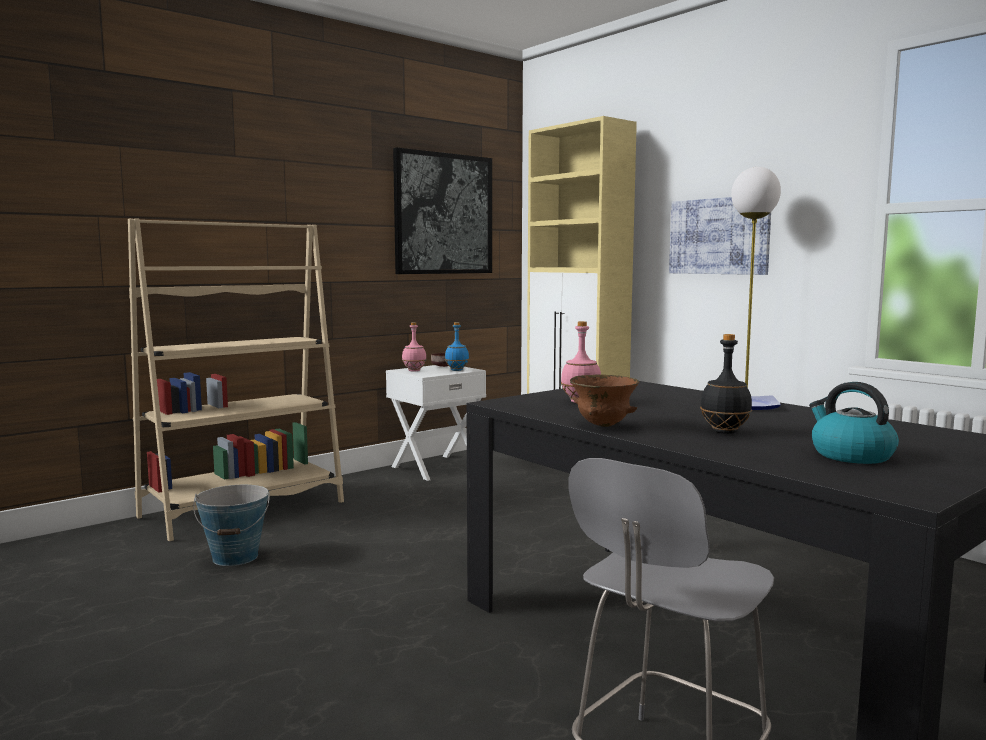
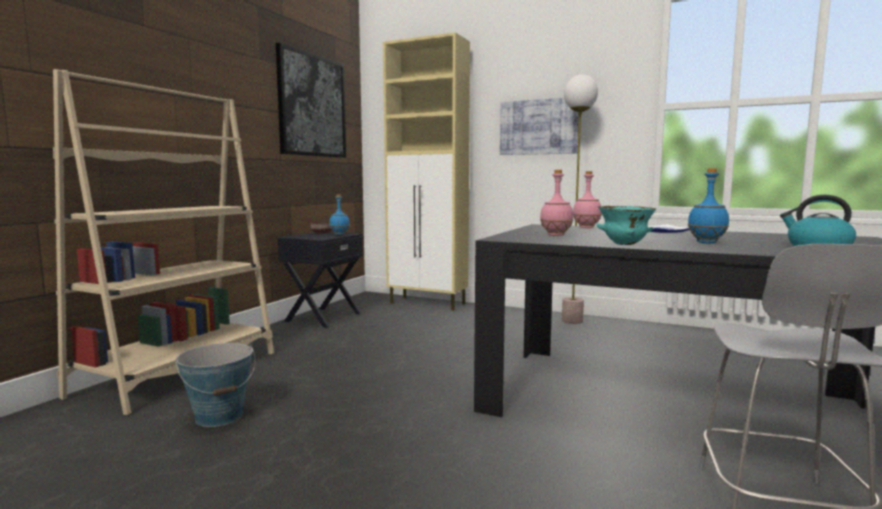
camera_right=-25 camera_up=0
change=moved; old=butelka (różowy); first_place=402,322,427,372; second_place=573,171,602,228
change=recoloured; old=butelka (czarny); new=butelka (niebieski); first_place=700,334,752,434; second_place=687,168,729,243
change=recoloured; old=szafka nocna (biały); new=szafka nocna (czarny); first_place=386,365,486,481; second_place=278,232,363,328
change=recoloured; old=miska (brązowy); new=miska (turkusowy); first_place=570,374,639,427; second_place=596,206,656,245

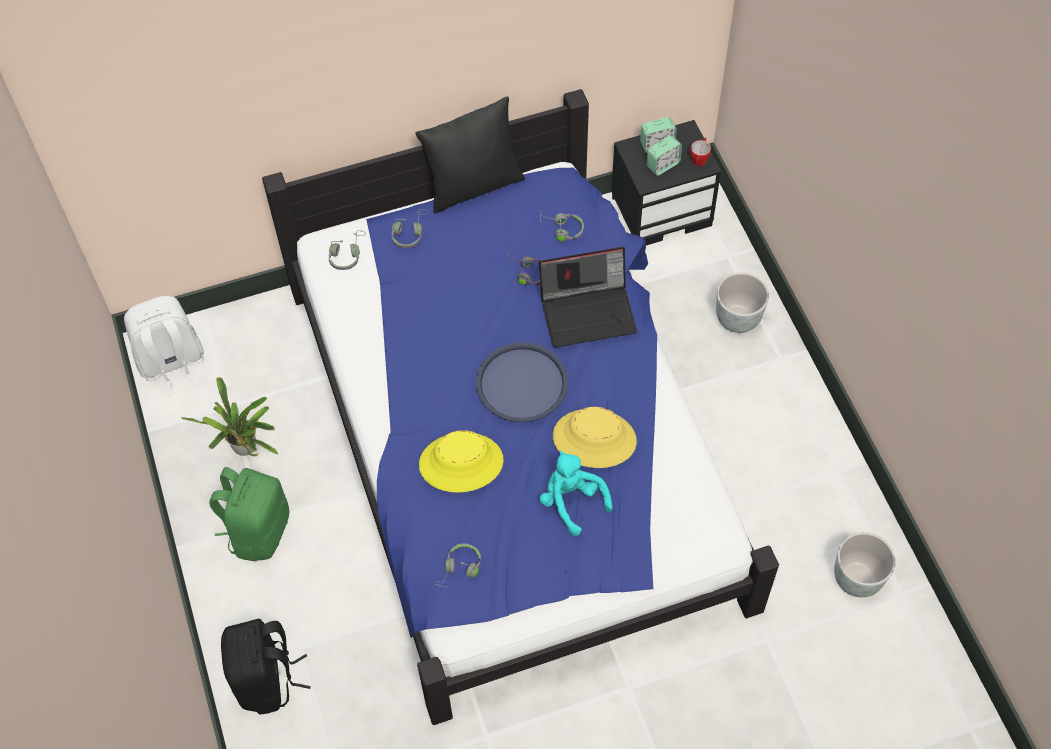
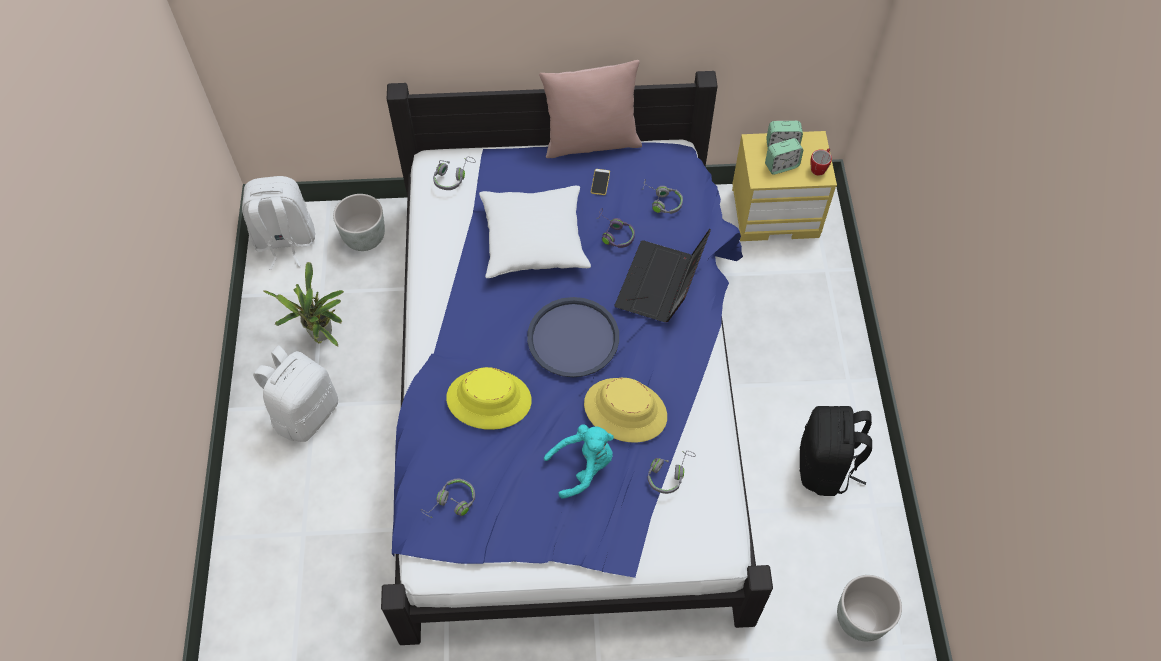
camera_right=15 camera_up=0
change=recoloured; old=poduszka (czarny); new=poduszka (różowy); first_place=415,96,525,213; second_place=539,60,642,158
change=recoloured; old=szafka nocna (czarny); new=szafka nocna (żółty); first_place=611,120,722,245; second_place=732,131,837,241
change=moved; old=słuchawki (szary); first_place=391,209,428,248; second_place=648,451,696,494
change=turned; old=laptop; first_place=539,247,637,347; second_place=614,229,711,322; degrees=105
change=moved; old=donica (szary); first_place=716,273,769,333; second_place=333,194,385,251
change=turned; old=pluszak (turkusowy); first_place=539,451,613,536; second_place=544,424,614,499; degrees=90
change=recoloured; old=plecak (zielony); new=plecak (biały); first_place=209,467,289,561; second_place=253,345,338,442
change=moved; old=plecak (czarny); first_place=221,619,311,715; second_place=800,406,872,496
change=added; new=telefon; second_place=591,169,610,195
change=added; new=poduszka (biały); second_place=479,186,591,278

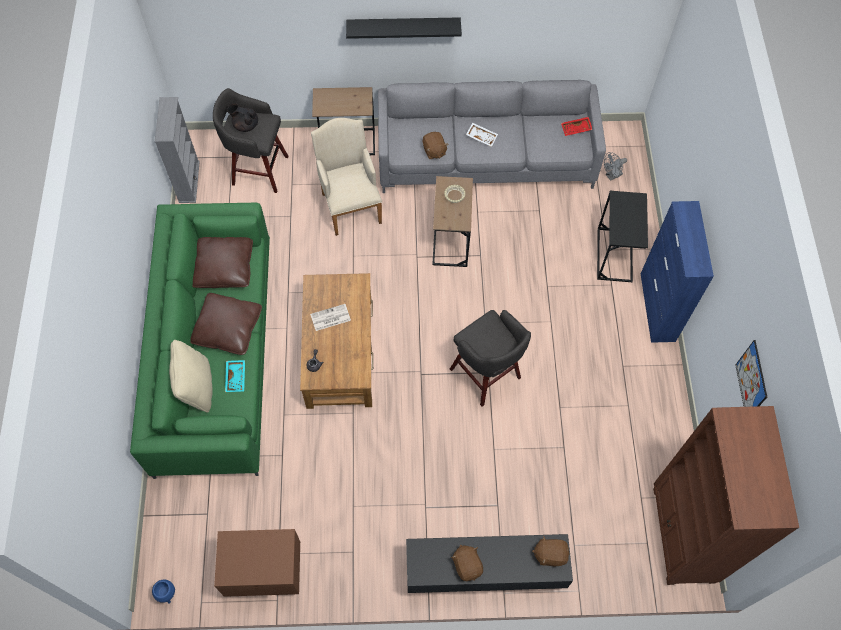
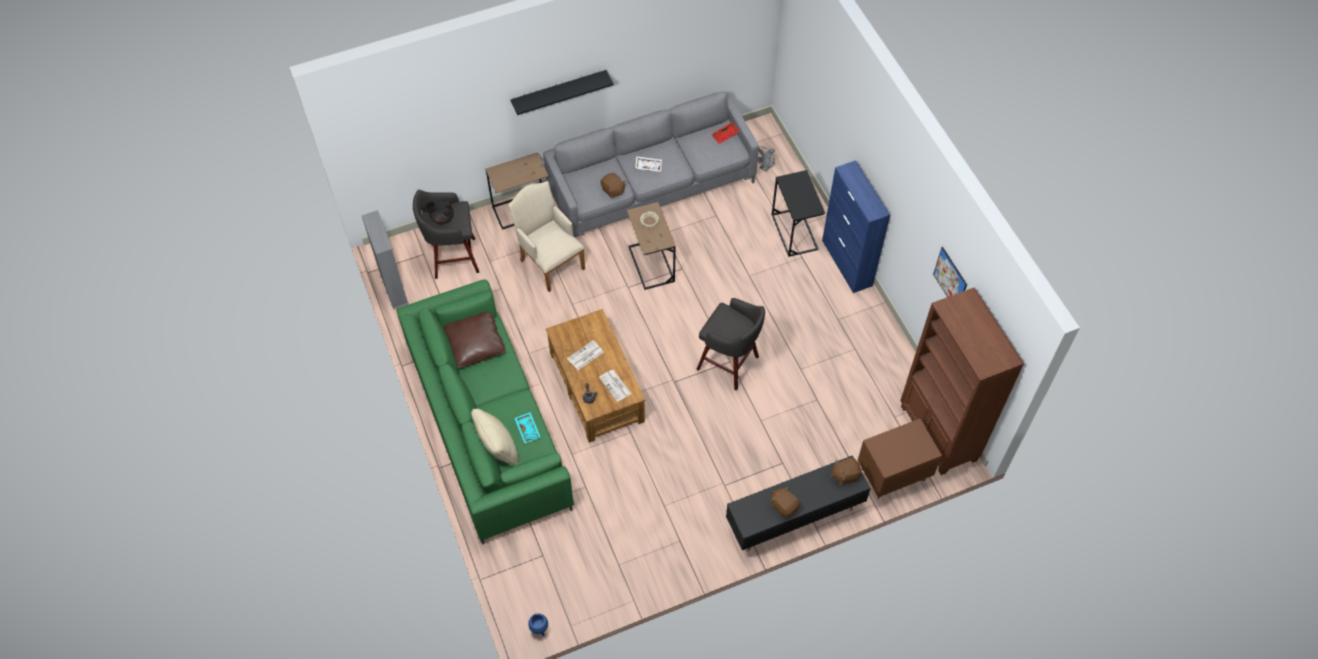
camera_right=-20 camera_up=-5
change=removed; old=poduszka (brązowy); first_place=190,293,262,355
change=moved; old=szafka nocna (brązowy); first_place=214,529,300,597; second_place=858,419,942,499
change=added; new=gazeta; second_place=599,370,631,402

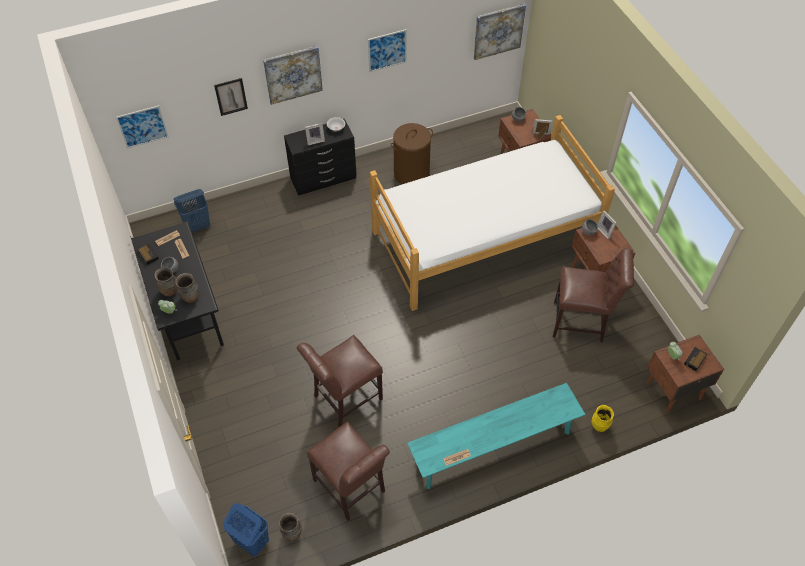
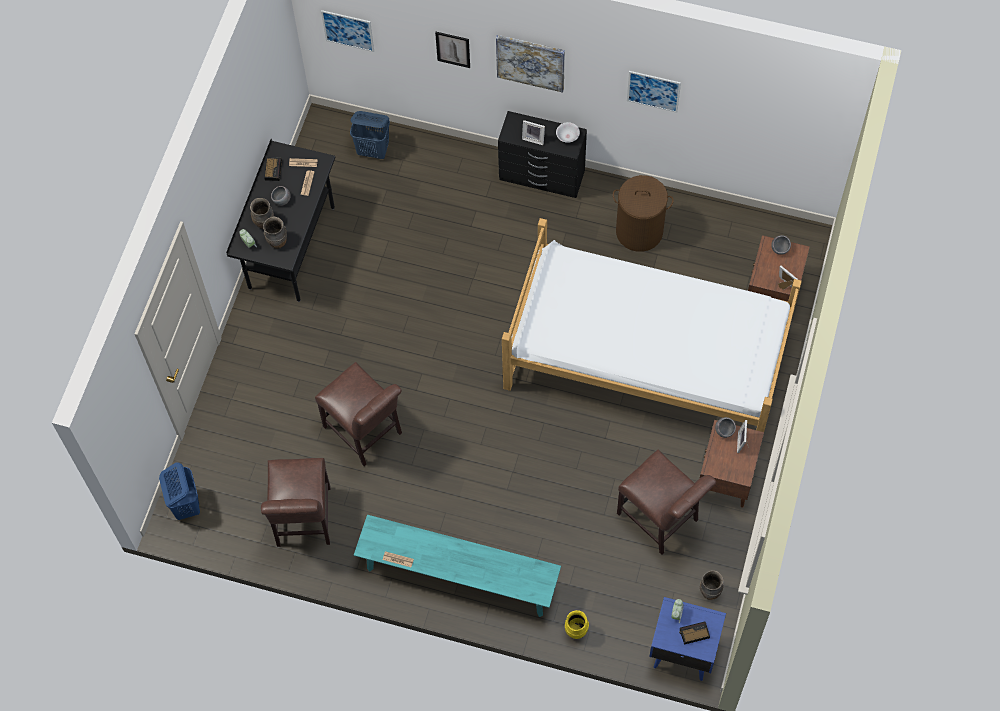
camera_right=40 camera_up=10
change=removed; old=obraz; first_place=473,4,526,60
change=turned; old=krzesło (brązowy); first_place=297,335,383,427; second_place=315,362,402,466; degrees=-135
change=recoloured; old=szafka nocna (brązowy); new=szafka nocna (niebieski); first_place=646,335,724,413; second_place=649,597,726,681
change=moved; old=wazon (brązowy); first_place=279,513,302,541; second_place=700,570,724,600

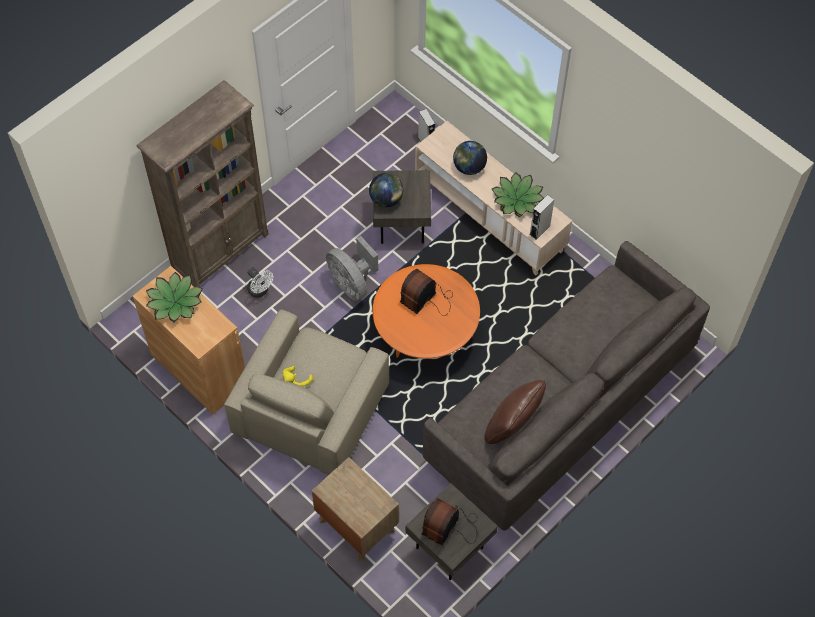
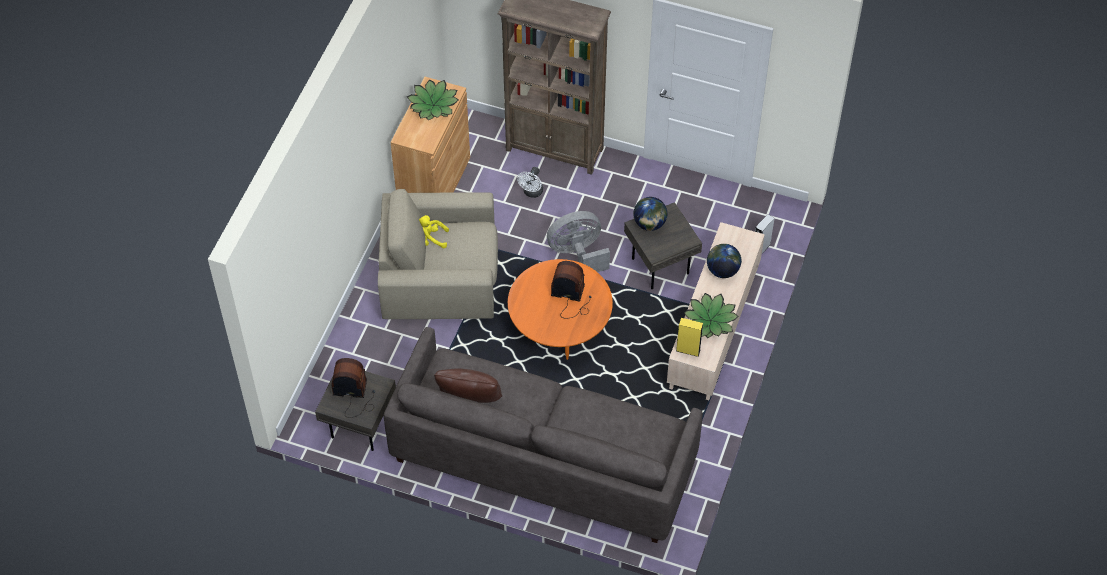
camera_right=65 camera_up=-5
change=recoloured; old=głośnik (szary); new=głośnik (żółty); first_place=529,195,554,240; second_place=676,318,703,357
change=turned; old=wentylator (szary); first_place=326,236,378,301; second_place=547,211,610,272; degrees=45
change=removed; old=szafka nocna (brązowy); first_place=312,457,399,562

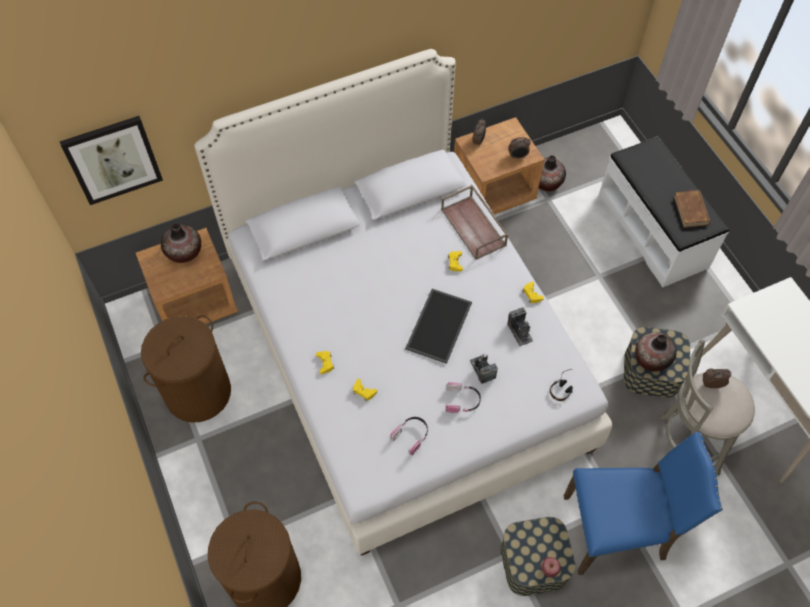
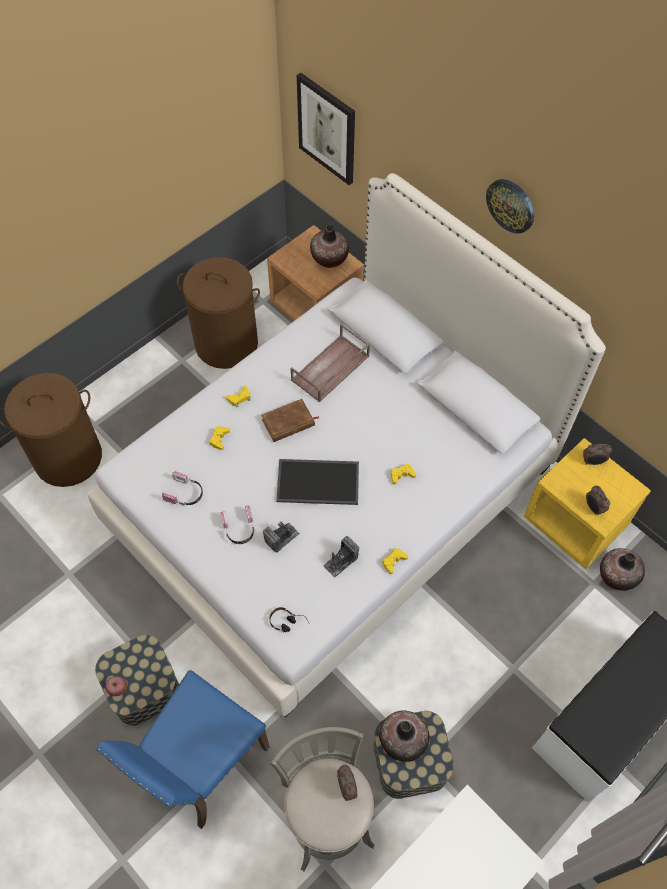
camera_right=70 camera_up=0
change=recoloured; old=szafka nocna (brązowy); new=szafka nocna (żółty); first_place=454,117,544,215; second_place=524,438,651,569
change=moved; old=taca (brązowy); first_place=441,185,508,260; second_place=291,323,370,402
change=moved; old=książka (brązowy); first_place=674,189,710,228; second_place=261,399,319,442
change=turned; old=krzesło (niebieski); first_place=563,432,723,575; second_place=96,670,270,829; degrees=60
change=added; new=zegar ścienny; second_place=486,179,534,234

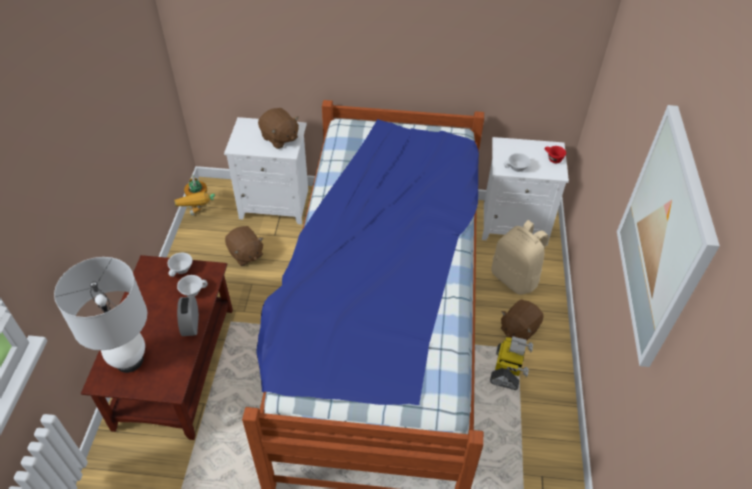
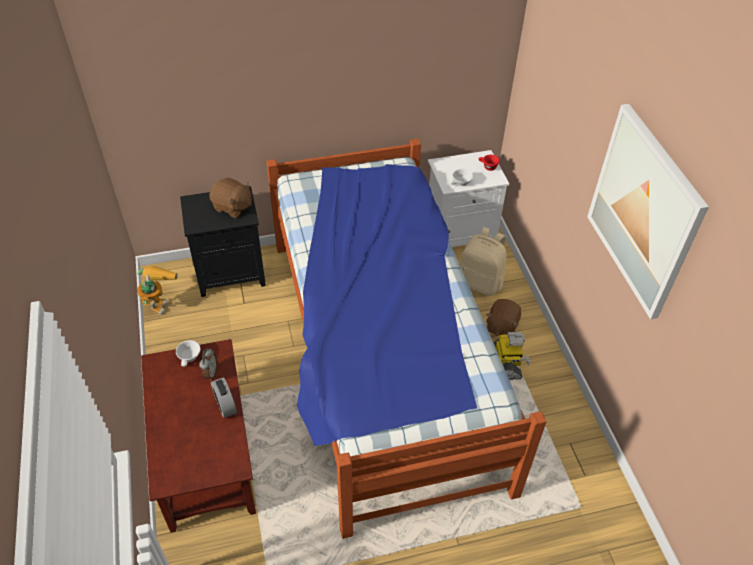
camera_right=-20 camera_up=0
change=recoloured; old=szafka nocna (biały); new=szafka nocna (czarny); first_place=224,117,308,225; second_place=180,186,266,297
change=turned; old=robot zabawkowy; first_place=174,175,215,216; second_place=137,266,178,315; degrees=-135
change=removed; old=pluszak (brązowy); first_place=225,226,263,266
change=removed; old=lampa stołowa (biały); first_place=54,257,147,373
change=replaced; old=filiżanka (biały); new=budzik; first_place=177,275,208,297; second_place=199,348,217,381

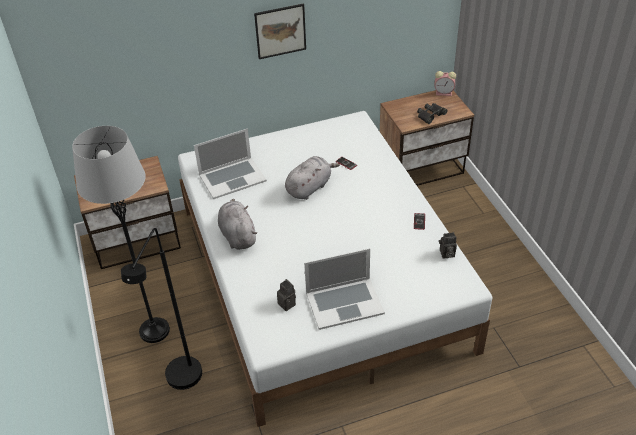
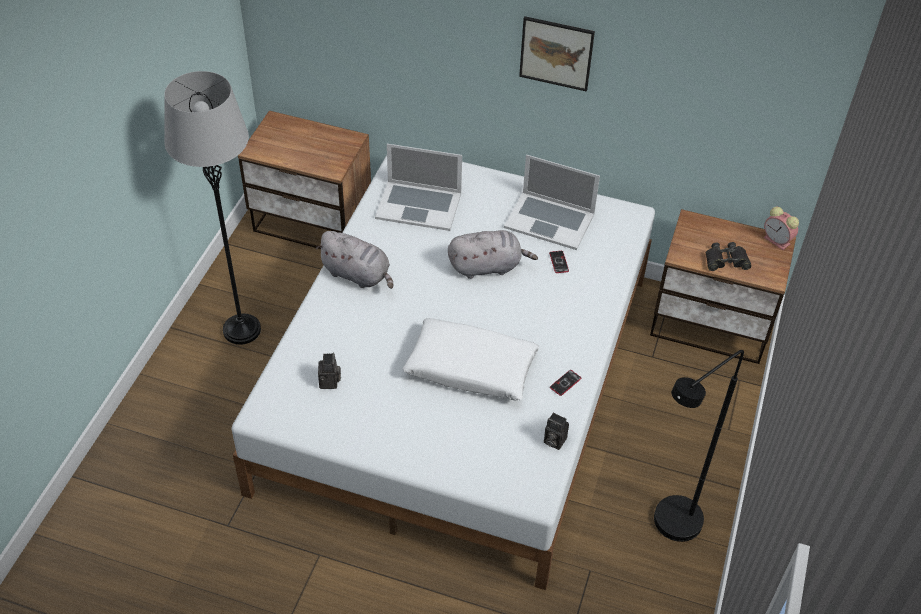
camera_right=35 camera_up=5
change=turned; old=pluszak (szary); first_place=218,199,257,250; second_place=316,231,393,289; degrees=105
change=moved; old=lampa stojąca (czarny); first_place=121,228,202,390; second_place=654,350,744,542
change=moved; old=laptop; first_place=304,248,385,330; second_place=504,155,600,250
change=added; new=poduszka (biały); second_place=402,318,539,401

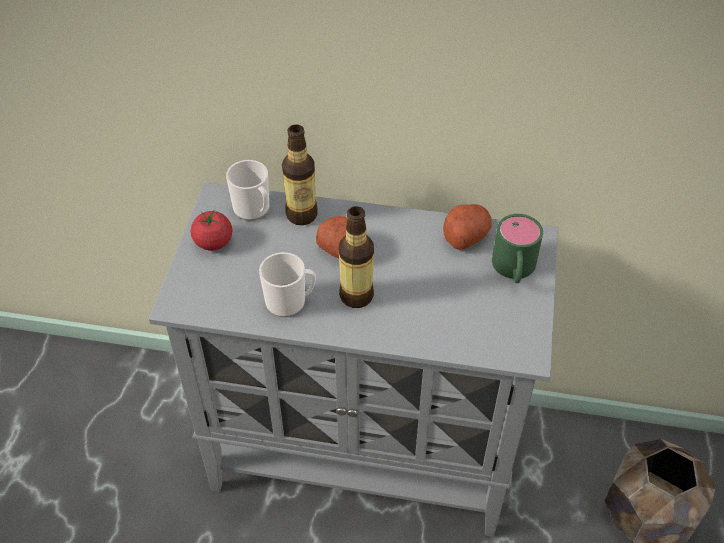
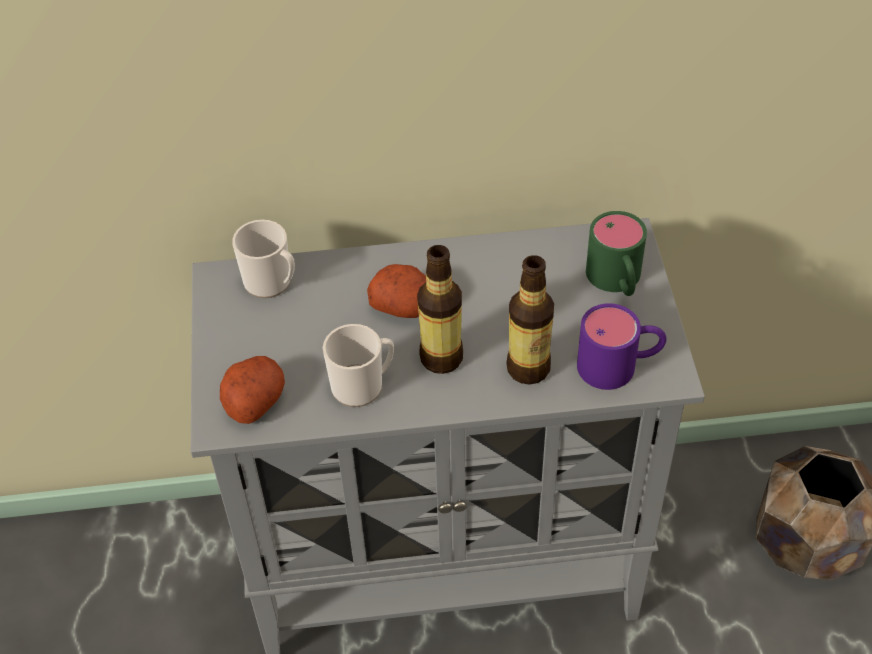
camera_right=-15 camera_up=0
change=moved; old=butelka; first_place=282,124,318,225; second_place=506,255,554,385
change=moved; old=ziemniak; first_place=443,204,492,250; second_place=220,356,285,424
change=removed; old=pomidor; first_place=191,211,233,251
change=added; new=kubek (fioletowy); second_place=577,303,666,390

